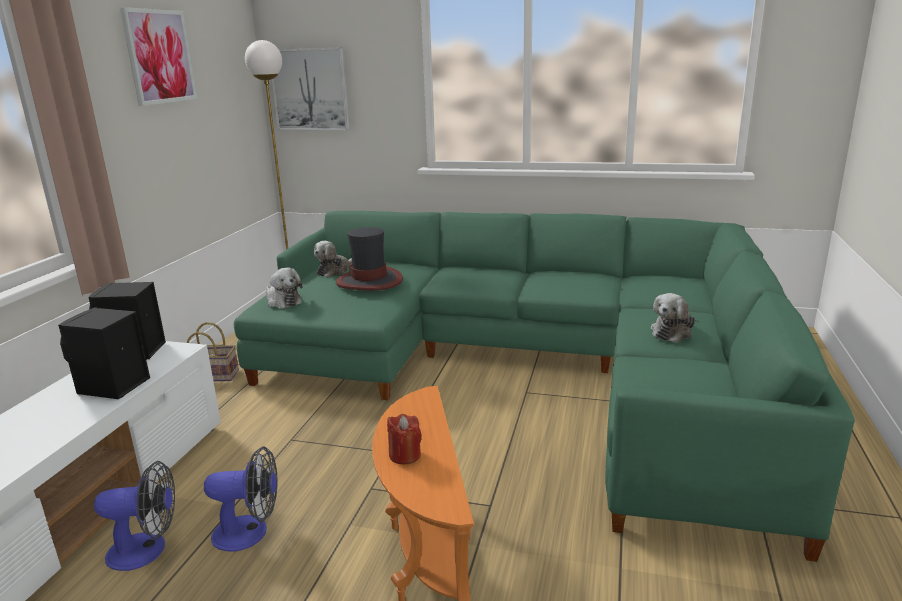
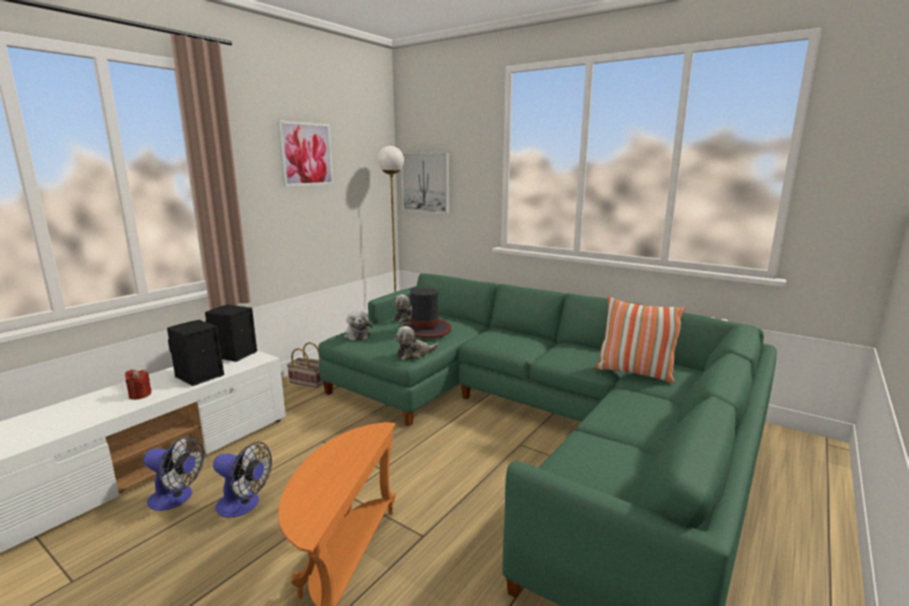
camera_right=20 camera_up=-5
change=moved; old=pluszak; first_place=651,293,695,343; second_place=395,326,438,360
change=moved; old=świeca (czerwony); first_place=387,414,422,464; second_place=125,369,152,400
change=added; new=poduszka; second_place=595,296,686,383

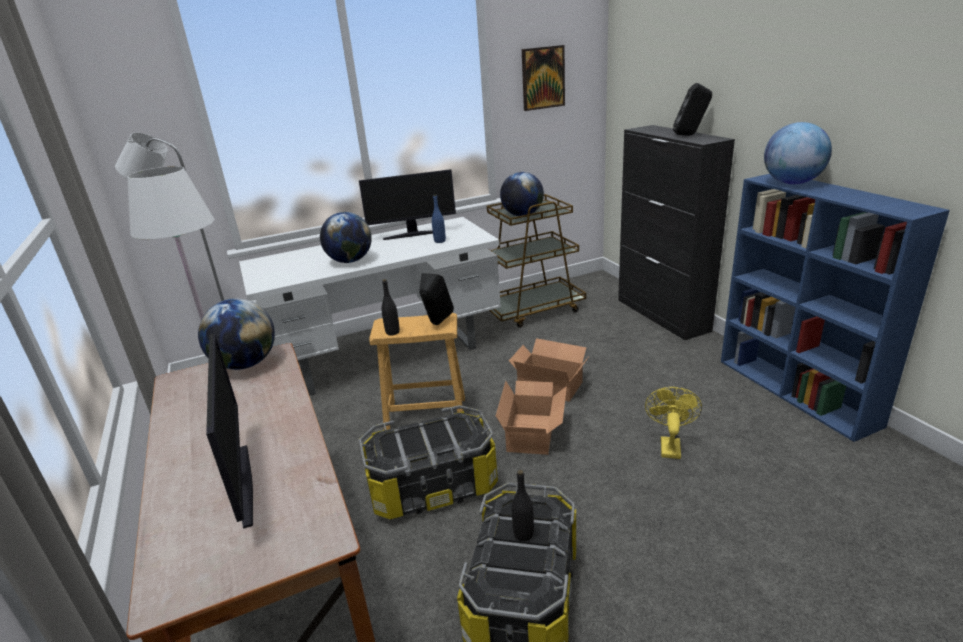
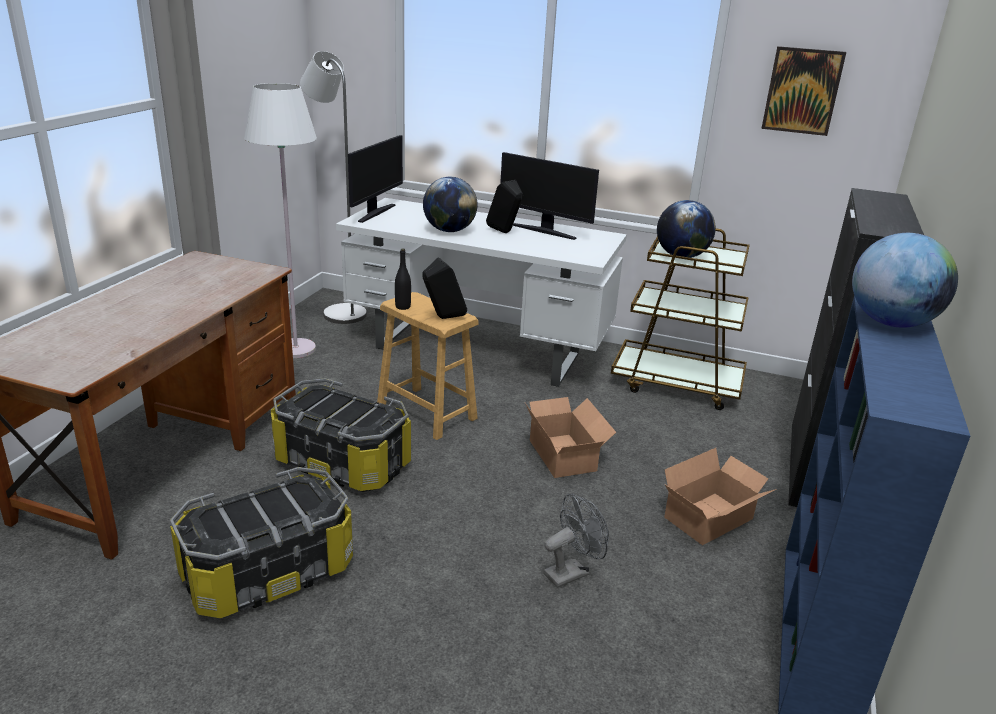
camera_right=40 camera_up=0
change=moved; old=głośnik (czarny); first_place=673,83,712,136; second_place=486,180,523,233
change=removed; old=butelka (niebieski); first_place=432,194,446,243
change=removed; old=globus; first_place=198,298,275,370
change=moved; old=monitor; first_place=206,333,253,529; second_place=348,135,403,223
change=moved; old=karton; first_place=496,381,567,455; second_place=664,448,776,545
change=recoloured; old=wentylator (żółty); new=wentylator (szary); first_place=645,387,702,459; second_place=544,494,609,588
change=removed; old=butelka (czarny); first_place=512,470,534,541

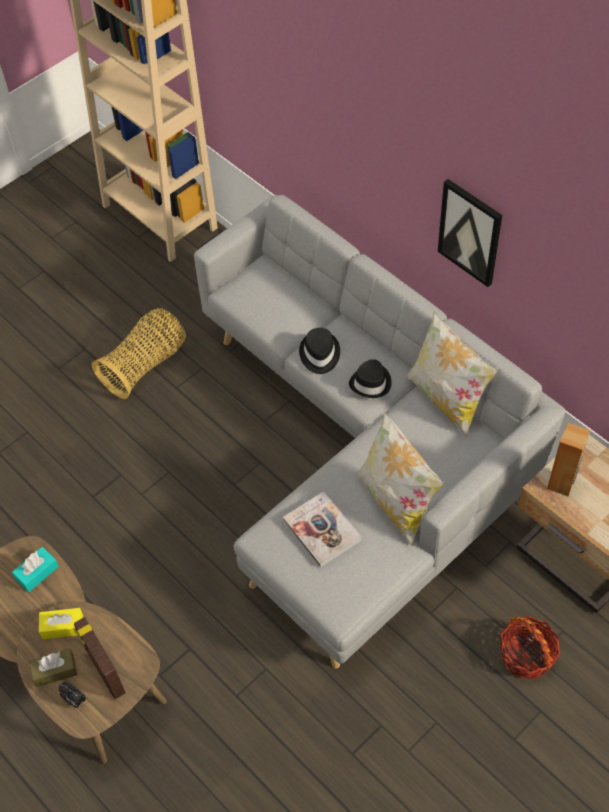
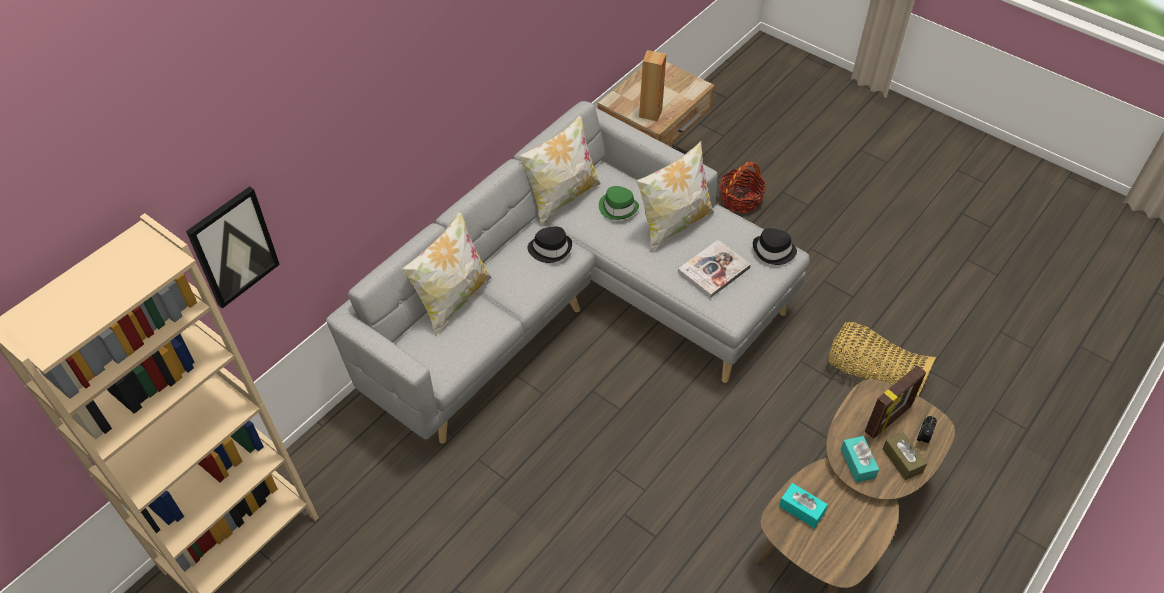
camera_right=-100 camera_up=-5
change=moved; old=obraz; first_place=438,179,502,287; second_place=186,186,280,309
change=moved; old=koszyk; first_place=92,308,186,399; second_place=828,322,936,396
change=moved; old=kapelusz (czarny); first_place=299,328,340,374; second_place=753,228,797,265
change=recoloured; old=pudełko chusteczek (żółty); new=pudełko chusteczek (turkusowy); first_place=39,608,83,639; second_place=841,436,879,483
change=added; new=kapelusz (zielony); second_place=599,186,639,220
change=added; new=poduszka; second_place=402,210,492,335

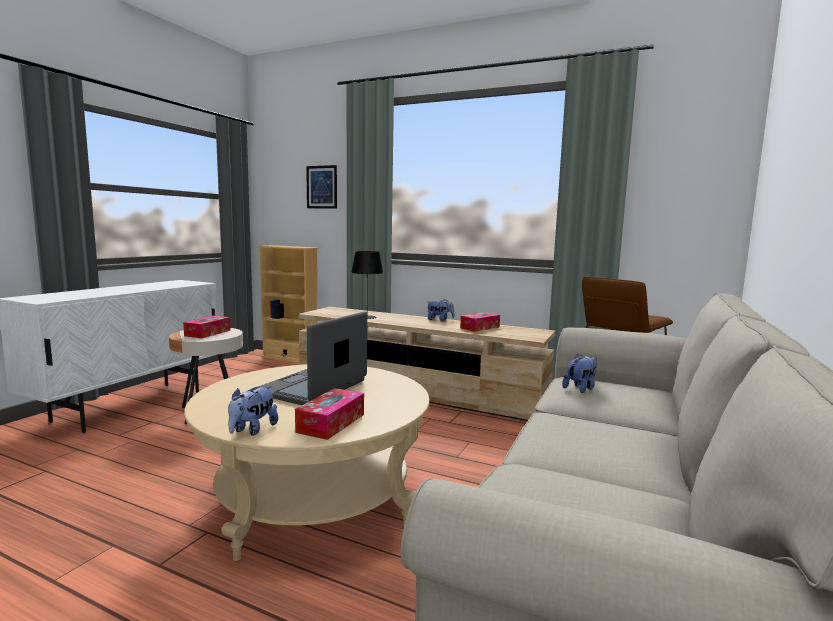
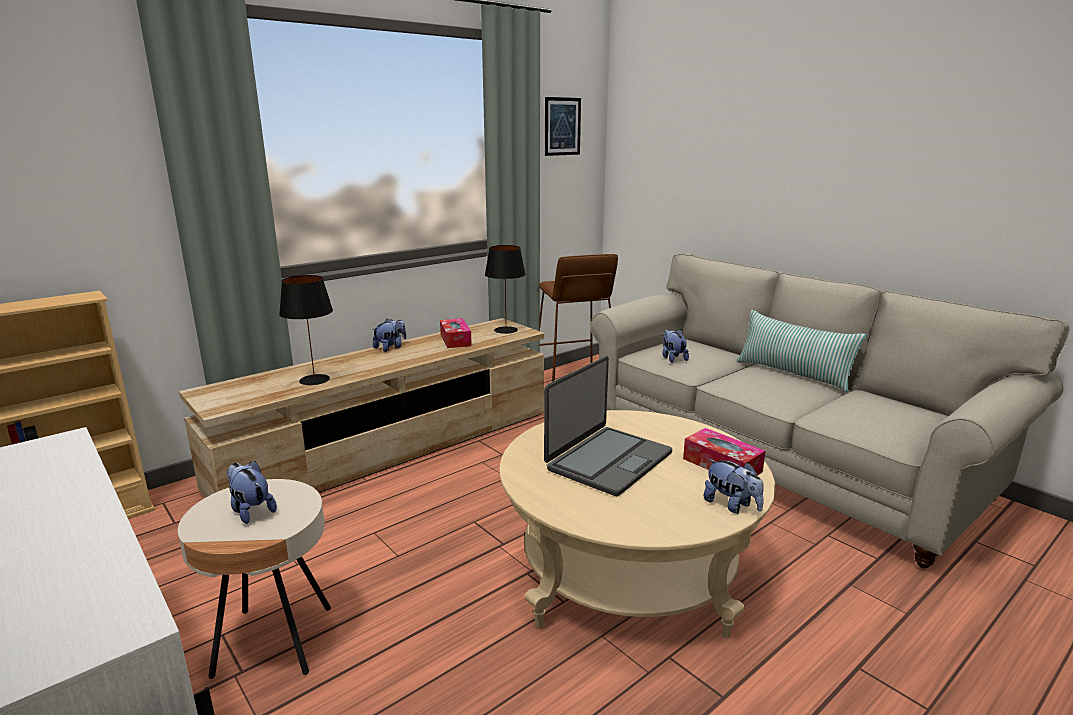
camera_right=-65 camera_up=10
change=moved; old=obraz; first_place=306,165,337,209; second_place=545,97,581,156
change=turned; old=laptop; first_place=258,311,367,405; second_place=544,356,672,496; degrees=-105
change=replaced; old=pudełko chusteczek; new=pluszak; first_place=183,316,231,338; second_place=227,461,277,524
change=added; new=lampa stołowa (czarny); second_place=485,245,526,334
change=added; new=poduszka; second_place=737,310,867,392

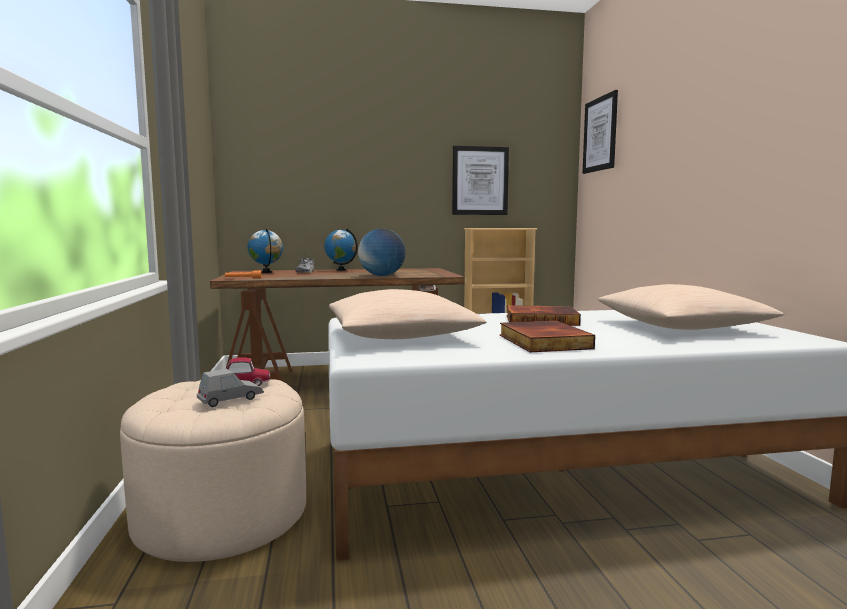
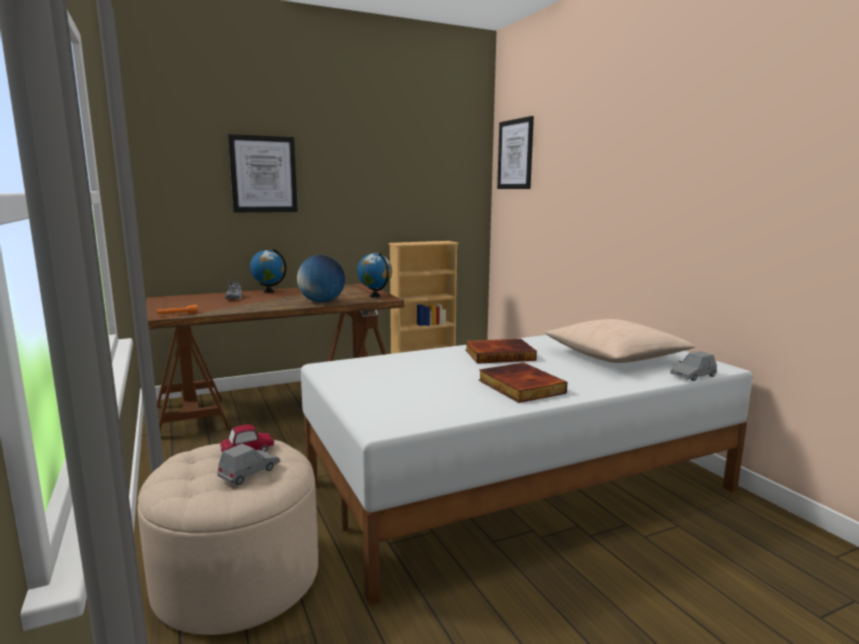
camera_right=-15 camera_up=5
change=moved; old=obraz; first_place=452,146,509,215; second_place=228,134,298,213
change=moved; old=globus; first_place=247,228,283,273; second_place=357,252,392,297
change=removed; old=poduszka (beżowy); first_place=329,289,486,339
change=added; new=samochodzik (szary); second_place=670,351,717,381

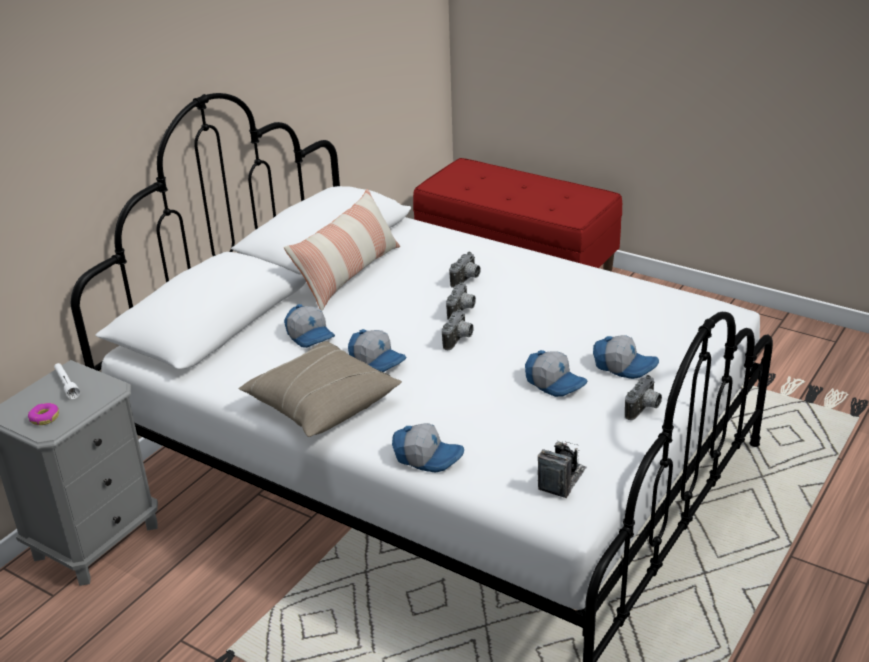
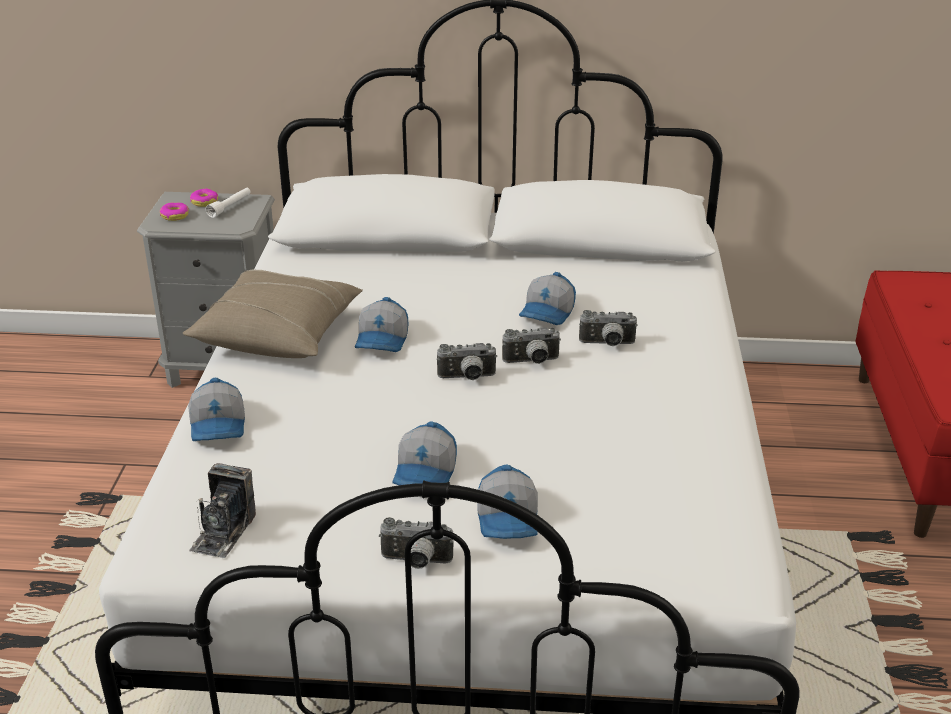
camera_right=60 camera_up=0
change=removed; old=poduszka; first_place=284,189,400,311
change=moved; old=czapka z daszkiem; first_place=284,304,335,348; second_place=519,272,576,325
change=turned; old=aparat fotograficzny; first_place=538,440,587,498; second_place=189,463,256,558; degrees=105
change=added; new=donut; second_place=190,189,218,207

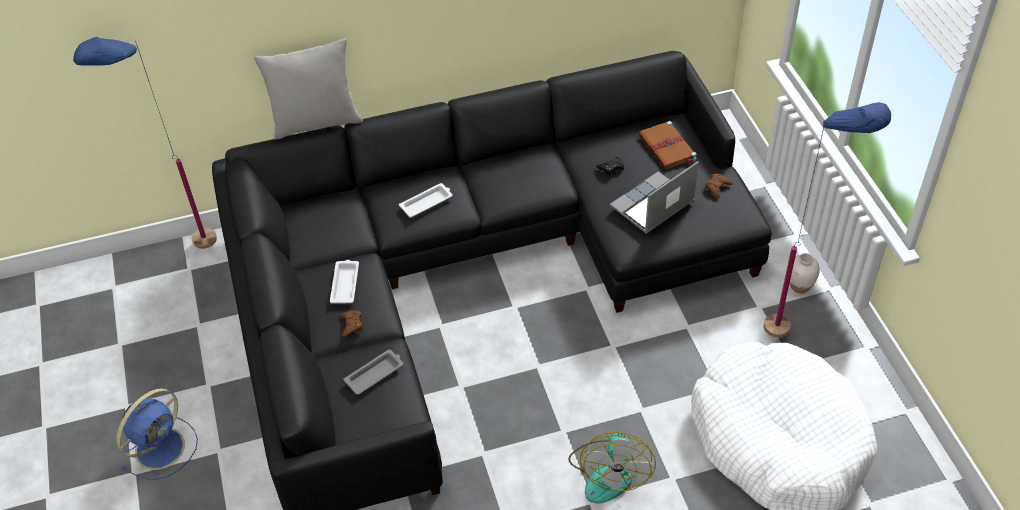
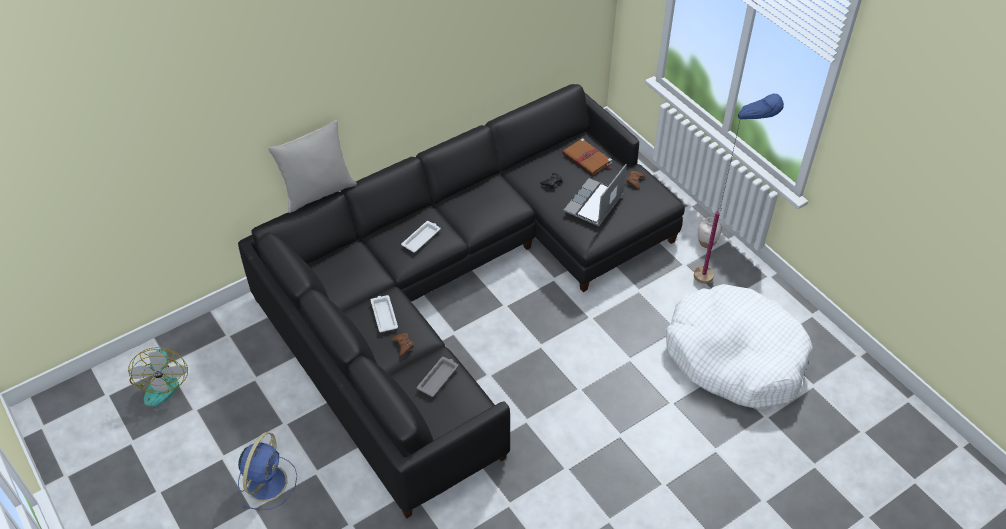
camera_right=-20 camera_up=0
change=removed; old=lampa stojąca (niebieski); first_place=73,37,217,249
change=moved; old=wentylator; first_place=568,432,656,504; second_place=128,347,188,407

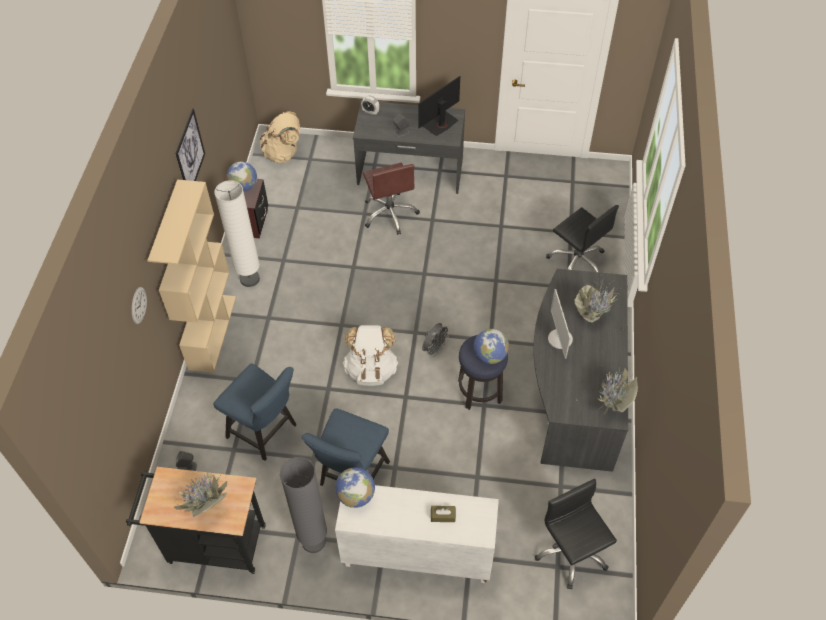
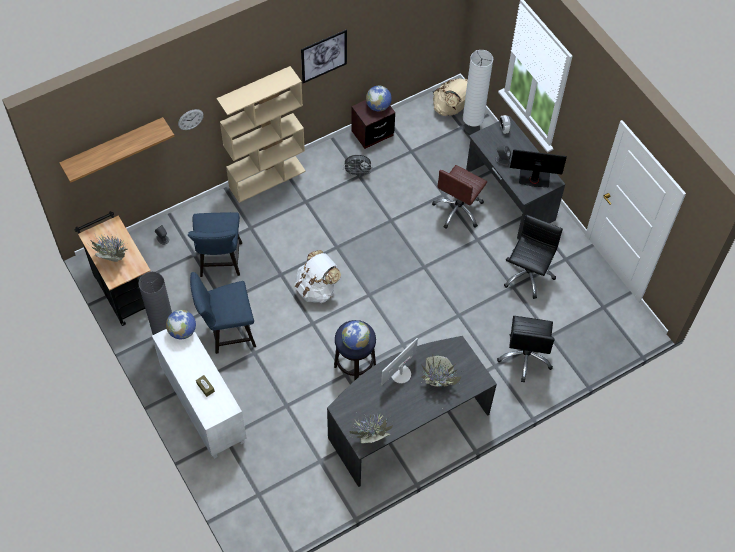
camera_right=50 camera_up=5
change=moved; old=lampa stojąca (biały); first_place=214,180,260,287; second_place=463,50,493,135
change=moved; old=wentylator (szary); first_place=422,323,451,357; second_place=344,155,373,177
change=moved; old=krzesło biurowe (czarny); first_place=535,479,617,589; second_place=504,215,563,299
change=added; new=półka; second_place=59,117,175,183

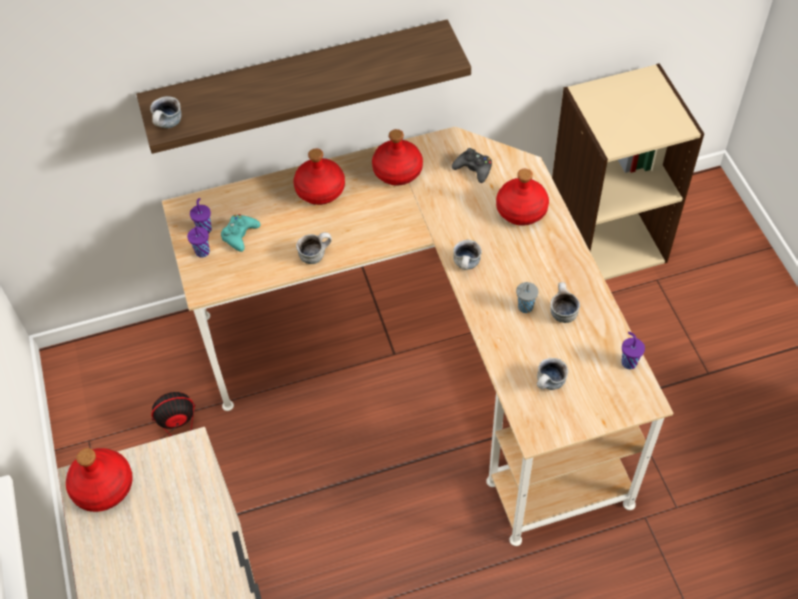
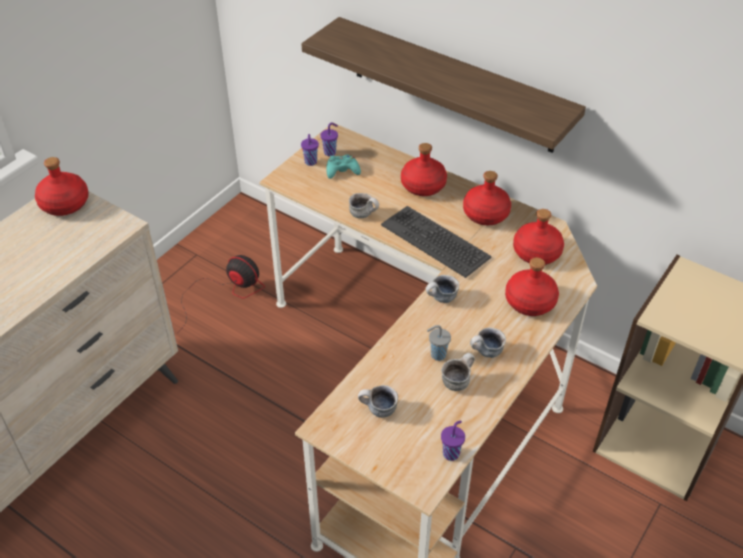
camera_right=50 camera_up=-10
change=moved; old=kubek; first_place=150,96,182,128; second_place=470,327,506,358
change=replaced; old=pad do gier (czarny); new=butelka (czerwony); first_place=452,148,492,183; second_place=513,209,564,265
change=added; new=klawiatura; second_place=381,206,491,278

